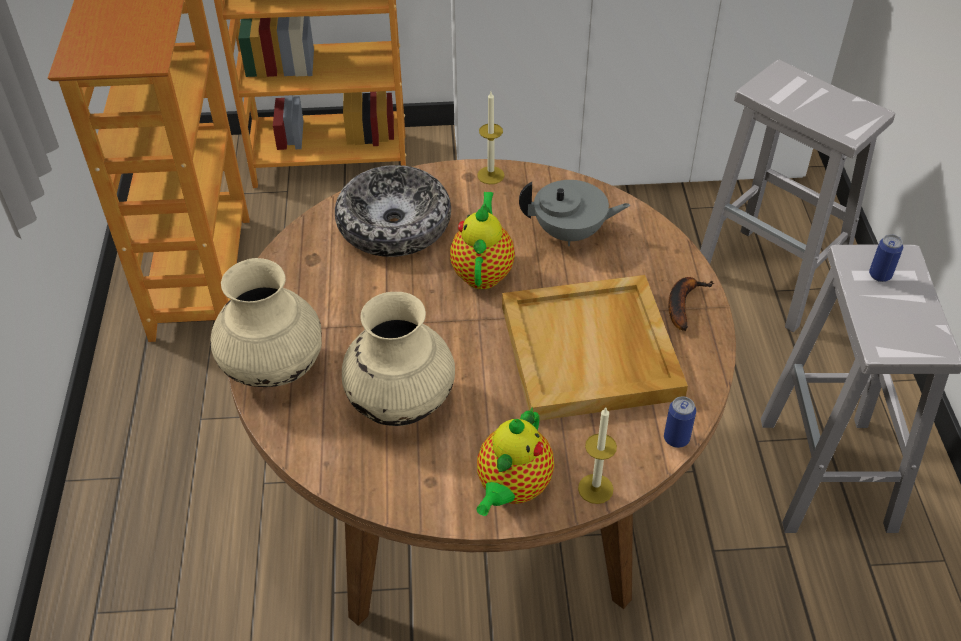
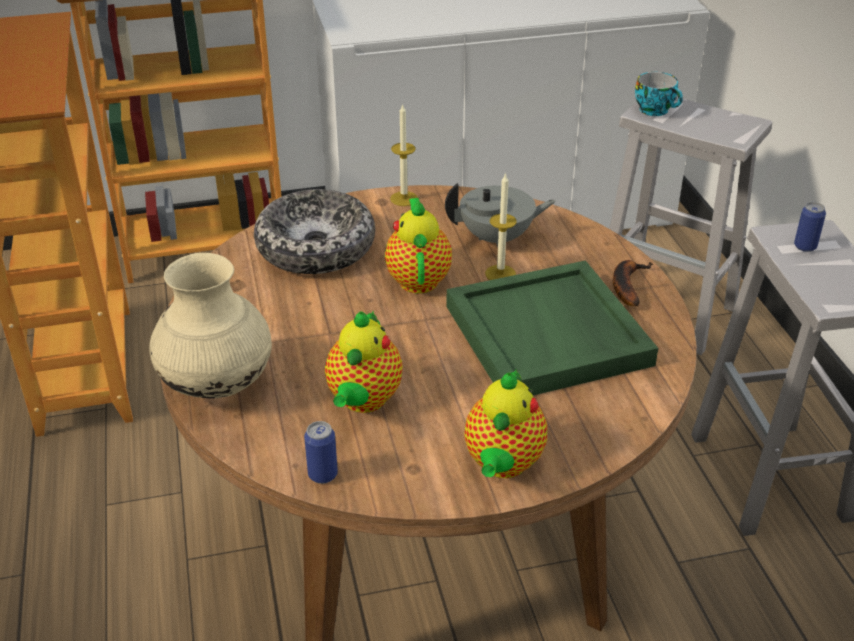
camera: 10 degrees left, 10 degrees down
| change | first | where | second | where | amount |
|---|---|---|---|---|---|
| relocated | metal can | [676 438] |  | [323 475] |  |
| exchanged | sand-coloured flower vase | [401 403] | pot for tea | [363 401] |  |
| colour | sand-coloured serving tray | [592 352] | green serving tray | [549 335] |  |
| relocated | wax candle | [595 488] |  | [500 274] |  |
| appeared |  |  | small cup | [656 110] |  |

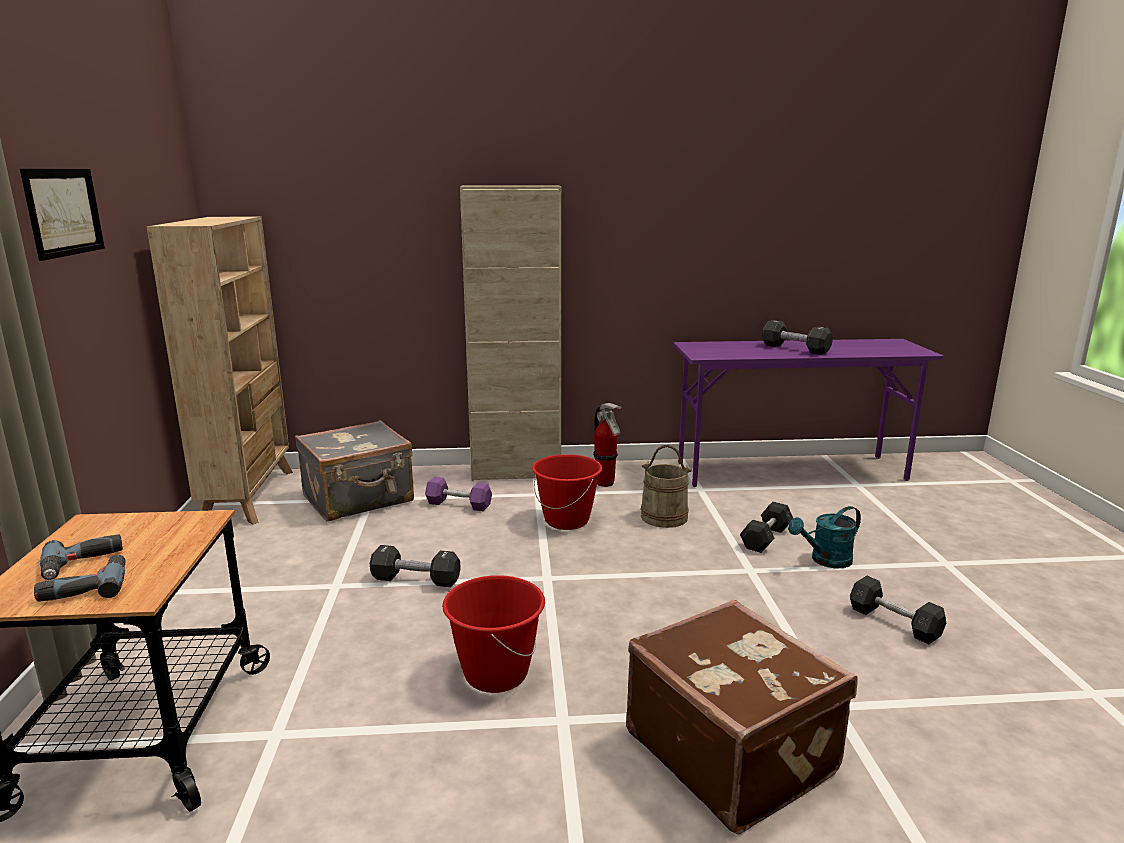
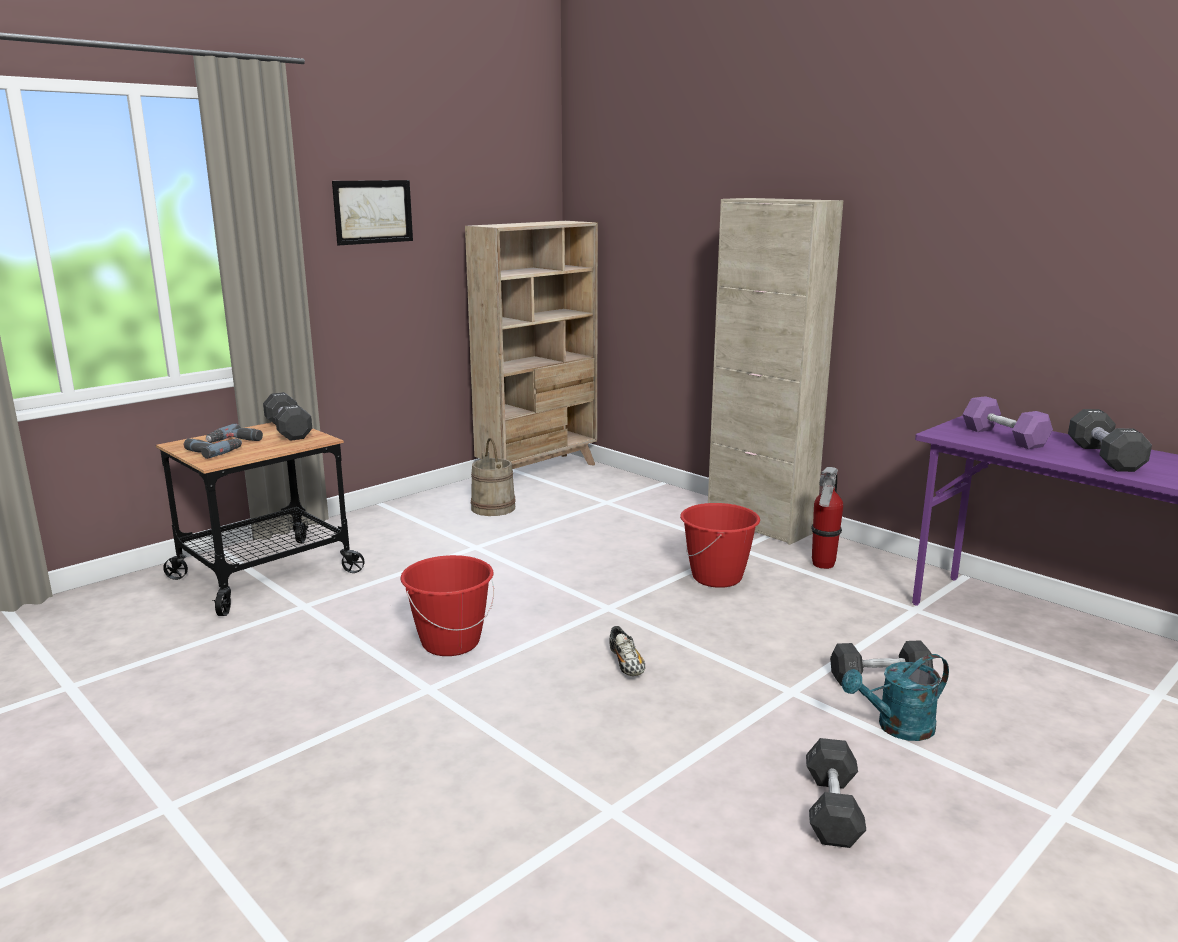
camera: 50 degrees right, 0 degrees up
| change | first | where | second | where | amount |
|---|---|---|---|---|---|
| relocated | black-coloured dumbbell | [416 580] |  | [288 430] |  |
| relocated | sand-coloured pail | [664 517] |  | [493 508] |  |
| appeared |  |  | shoe | [626 664] |  |
| spun | turquoise sprinkling can | [825 561] |  | [897 728] | 45 degrees counterclockwise |
| relocated | purple-coloured dumbbell | [459 504] |  | [1004 437] |  |
| missing | gray piece of luggage | [359 499] |  |  |  |
| missing | brown piece of luggage | [732 751] |  |  |  |

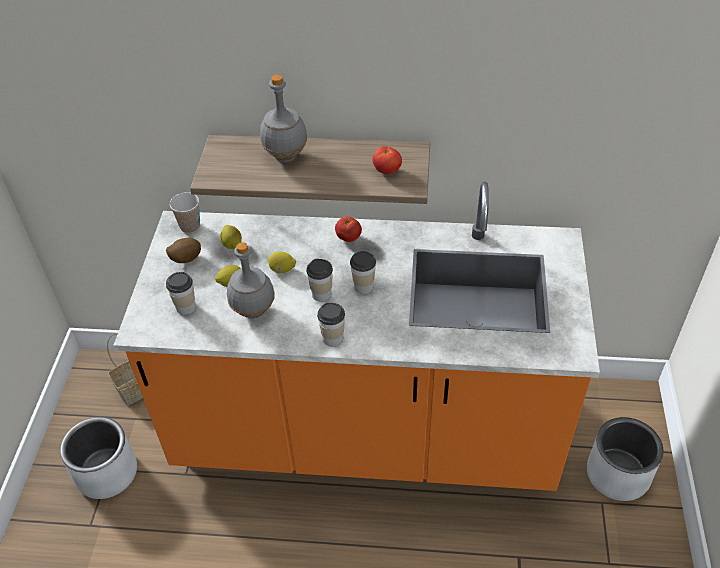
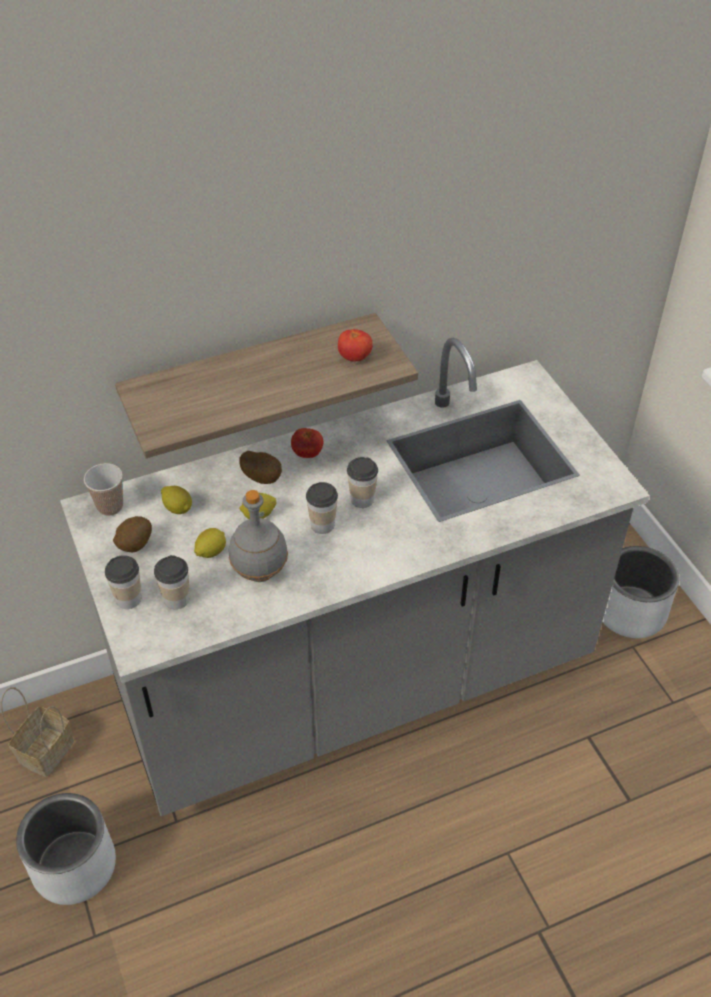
camera: 30 degrees left, 0 degrees up
| change | first | where | second | where | amount |
|---|---|---|---|---|---|
| colour | orange kitchen counter | [365 432] | gray kitchen counter | [355 681] |  |
| relocated | small cup | [333 338] |  | [128 599] |  |
| appeared |  |  | potato | [262 477] |  |
| missing | gray bottle | [286 156] |  |  |  |

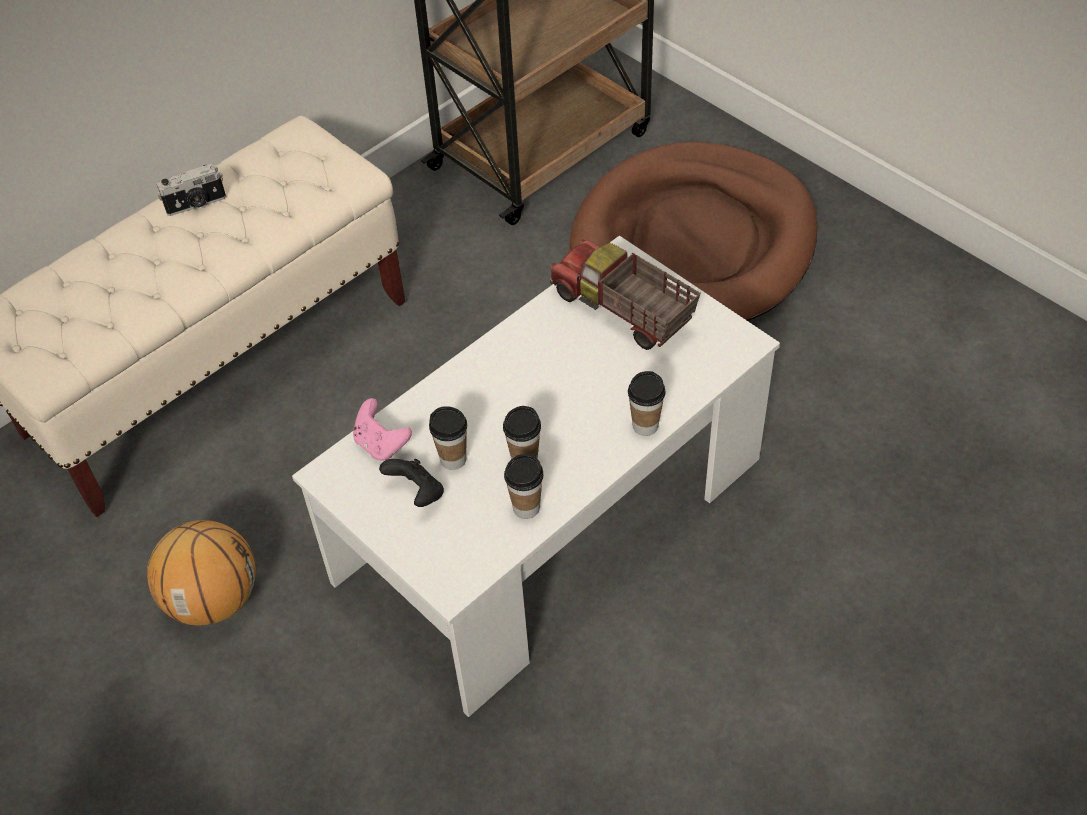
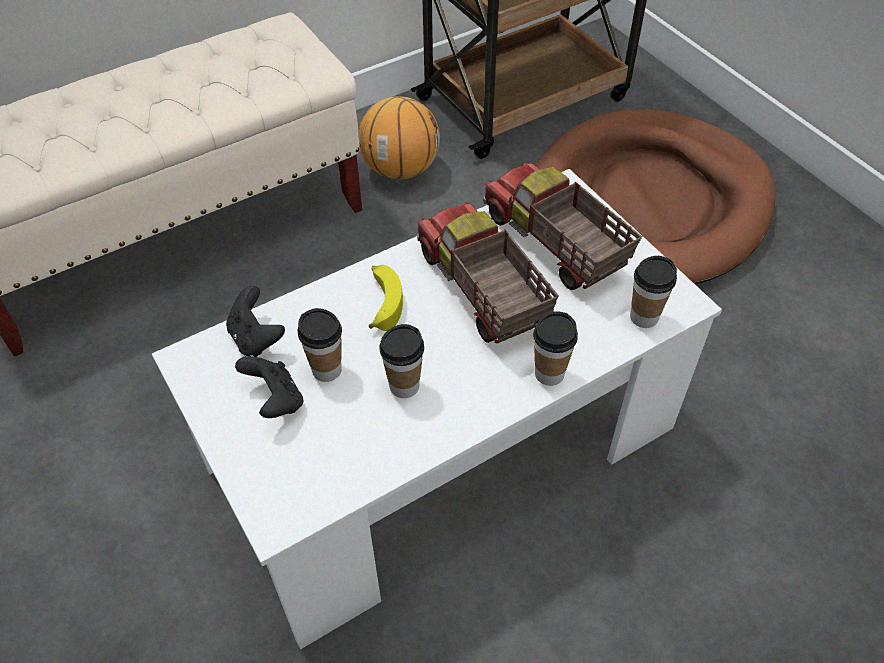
camera: 10 degrees right, 0 degrees up
| change | first | where | second | where | amount |
|---|---|---|---|---|---|
| colour | pink game controller | [381 444] | black-coloured game controller | [256 338] |  |
| relocated | basketball ball | [213 599] |  | [401 169] |  |
| appeared |  |  | banana fruit | [382 302] |  |
| appeared |  |  | toy truck | [481 292] |  |
| relocated | small cup | [526 508] |  | [644 317] |  |
| missing | still camera | [196 204] |  |  |  |

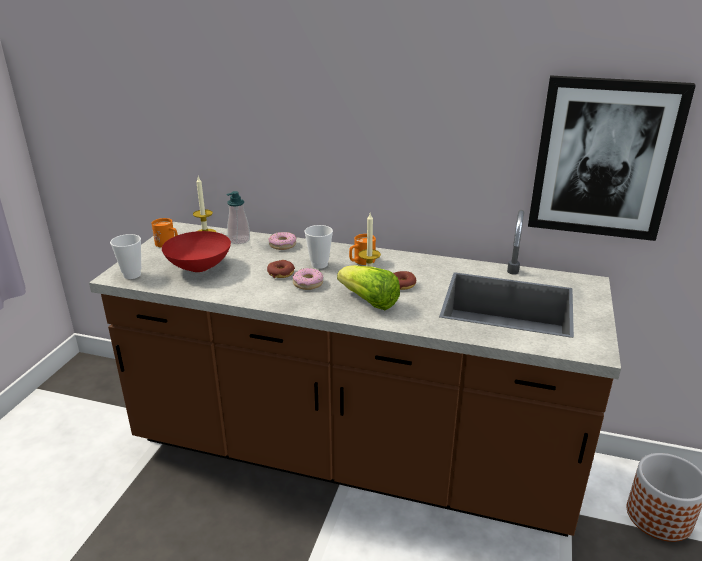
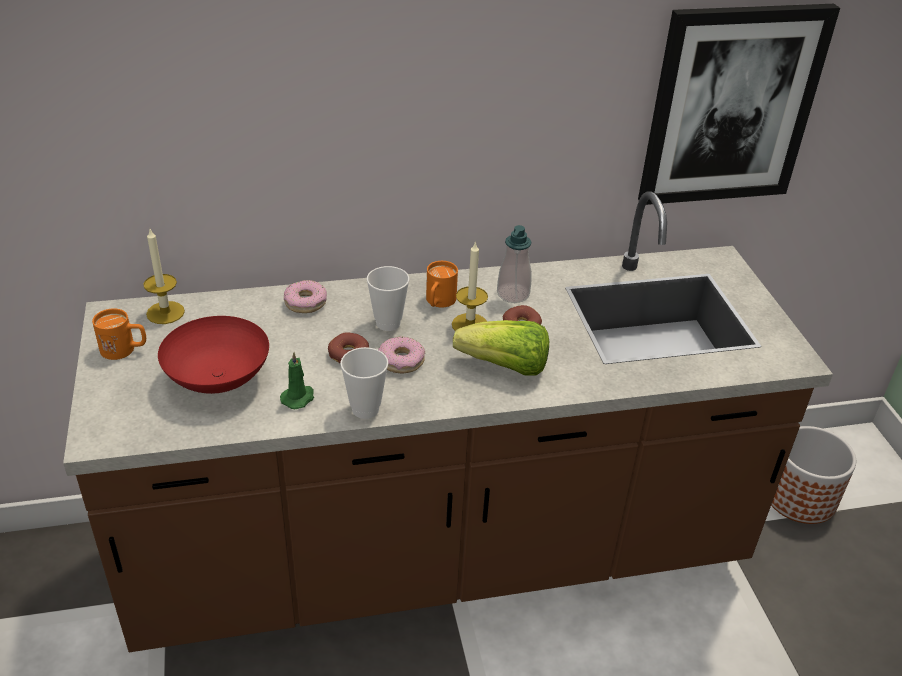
camera: 30 degrees left, 10 degrees up
| change | first | where | second | where | amount |
|---|---|---|---|---|---|
| appeared |  |  | green wax candle | [298 398] |  |
| relocated | small cup | [132 275] |  | [365 409] |  |
| relocated | liquid soap bottle | [239 240] |  | [513 294] |  |

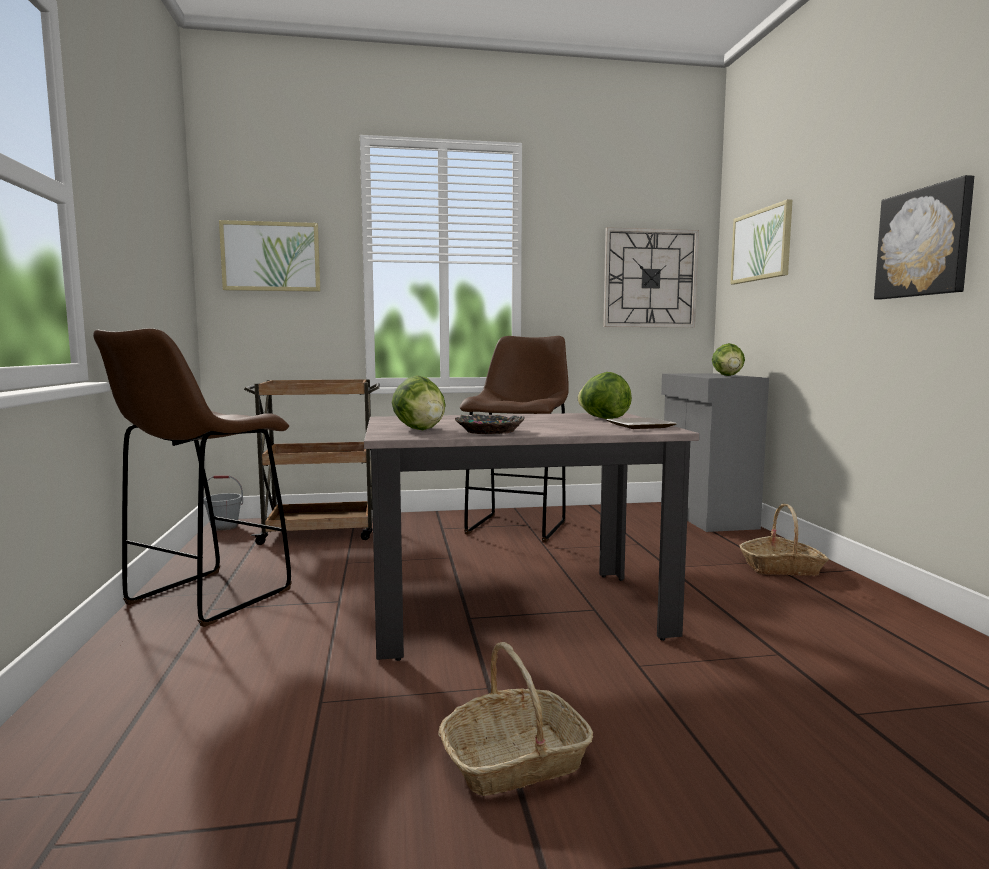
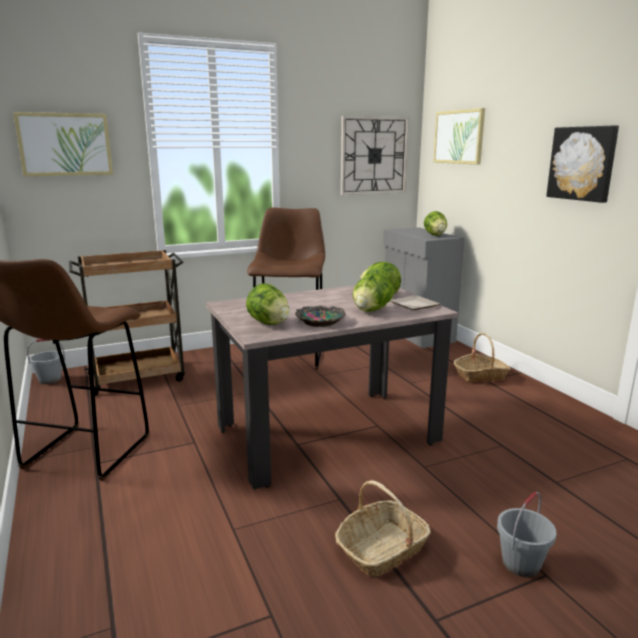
camera: 15 degrees left, 10 degrees up
| change | first | where | second | where | amount |
|---|---|---|---|---|---|
| appeared |  |  | lettuce head | [371 310] |  |
| appeared |  |  | gray pail | [521 564] |  |

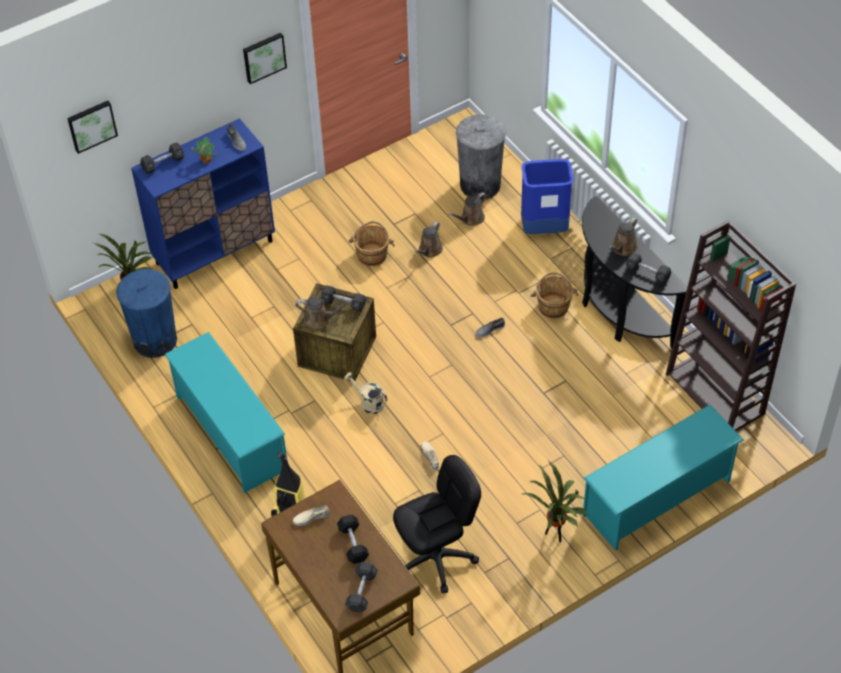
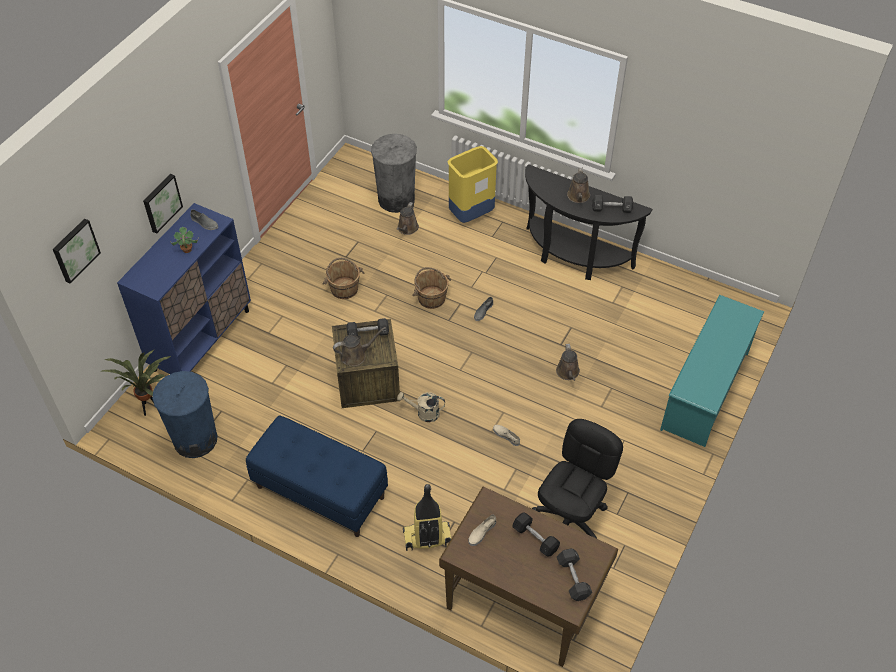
camera: 30 degrees left, 0 degrees up
| change | first | where | second | where | amount |
|---|---|---|---|---|---|
| relocated | wall picture | [263 57] |  | [161 202] |  |
| exchanged | turquoise shoe rack | [231 433] | blue-coloured long seat | [319 492] |  |
| relocated | brown pail | [553 306] |  | [431 298] |  |
| colour | blue-coloured rubbish bin | [544 228] | yellow rubbish bin | [471 214] |  |
| relocated | brown sprinkling can | [429 250] |  | [568 373] |  |
| missing | black-coloured dumbbell | [163 163] |  |  |  |
| missing | plant in a pot | [555 535] |  |  |  |
| missing | brown bookcase | [716 394] |  |  |  |

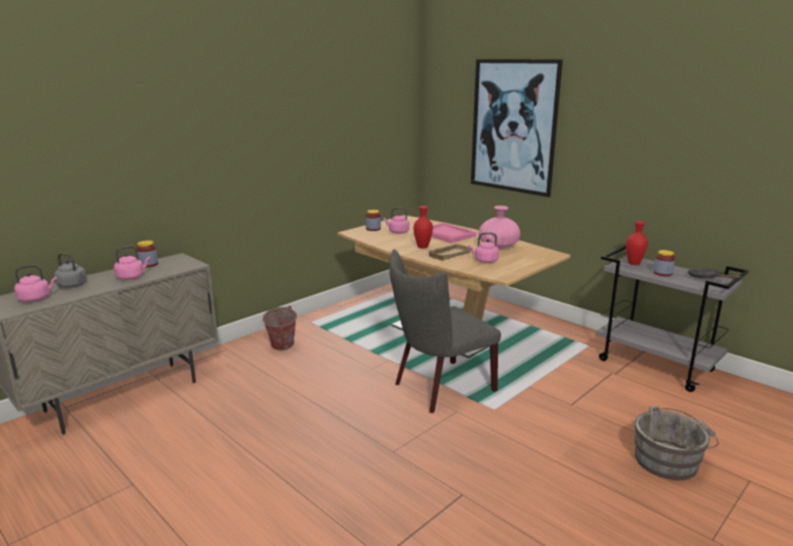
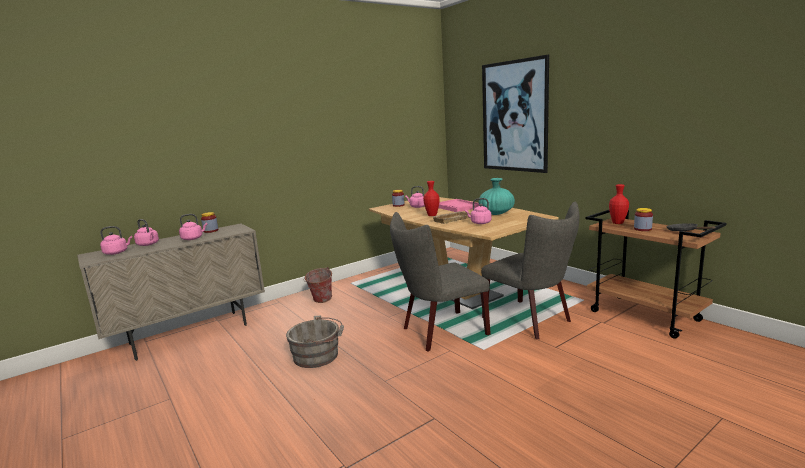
camera: 10 degrees right, 5 degrees down
| change | first | where | second | where | amount |
|---|---|---|---|---|---|
| colour | gray water kettle | [73 285] | pink water kettle | [148 244] |  |
| relocated | gray pail | [669 460] |  | [318 356] |  |
| colour | pink flower vase | [498 247] | turquoise flower vase | [496 213] |  |
| appeared |  |  | gray plain chair | [531 321] |  |
| colour | gray wheeled cart | [656 365] | brown wheeled cart | [645 316] |  |

